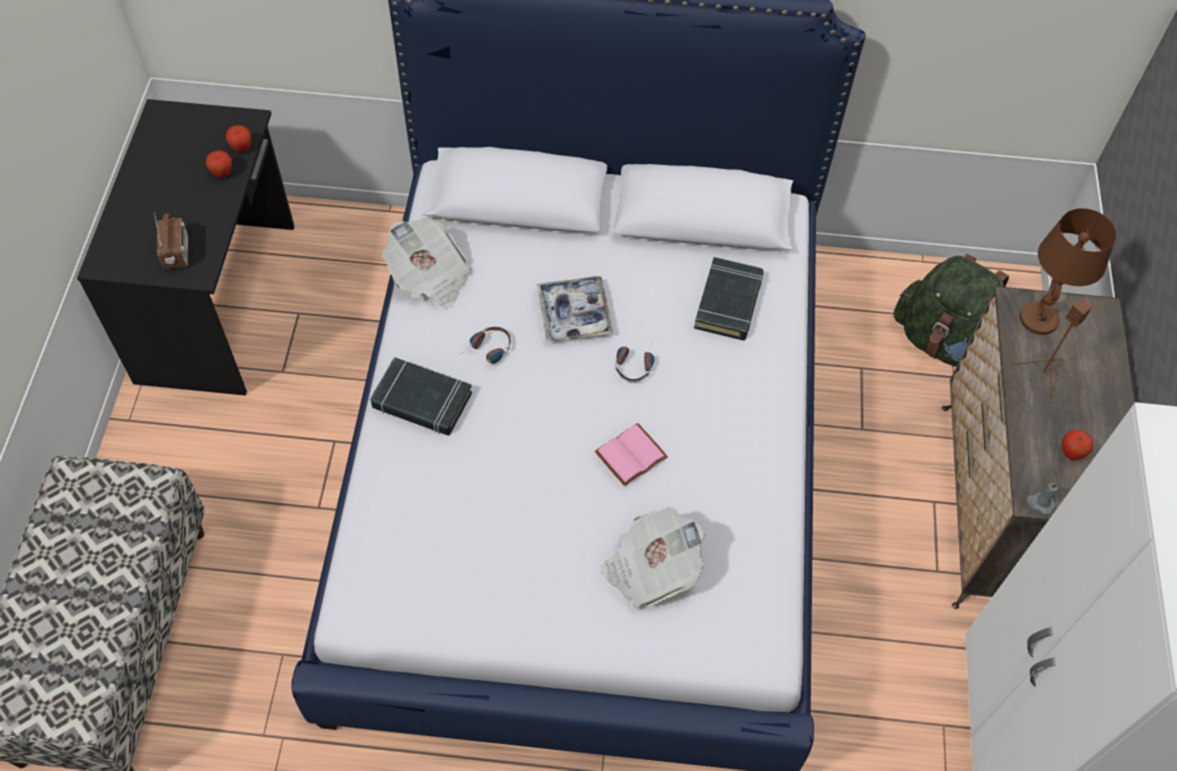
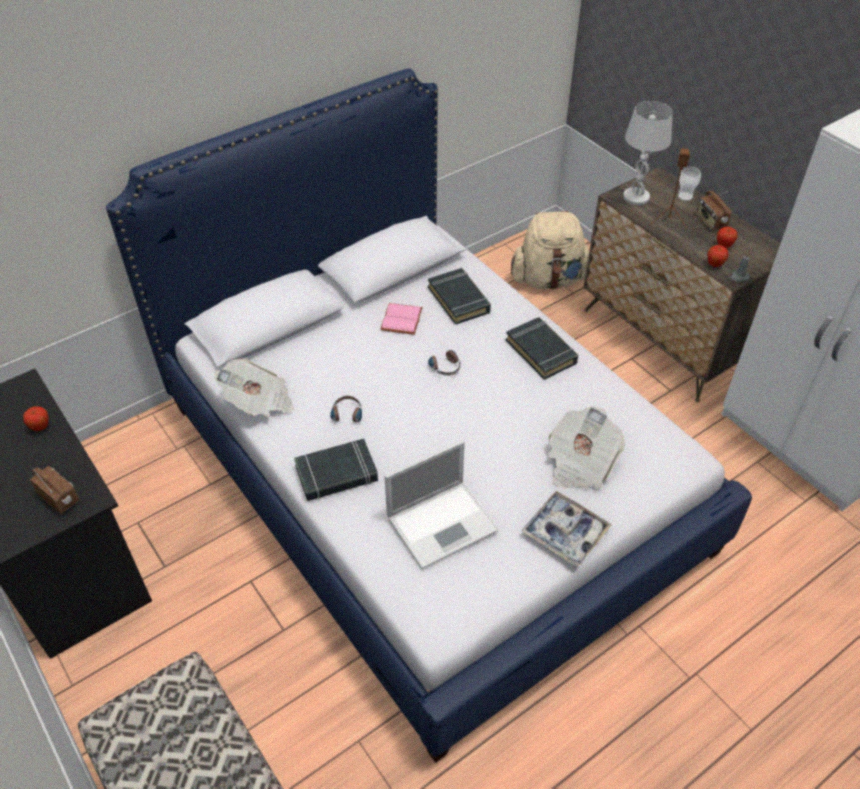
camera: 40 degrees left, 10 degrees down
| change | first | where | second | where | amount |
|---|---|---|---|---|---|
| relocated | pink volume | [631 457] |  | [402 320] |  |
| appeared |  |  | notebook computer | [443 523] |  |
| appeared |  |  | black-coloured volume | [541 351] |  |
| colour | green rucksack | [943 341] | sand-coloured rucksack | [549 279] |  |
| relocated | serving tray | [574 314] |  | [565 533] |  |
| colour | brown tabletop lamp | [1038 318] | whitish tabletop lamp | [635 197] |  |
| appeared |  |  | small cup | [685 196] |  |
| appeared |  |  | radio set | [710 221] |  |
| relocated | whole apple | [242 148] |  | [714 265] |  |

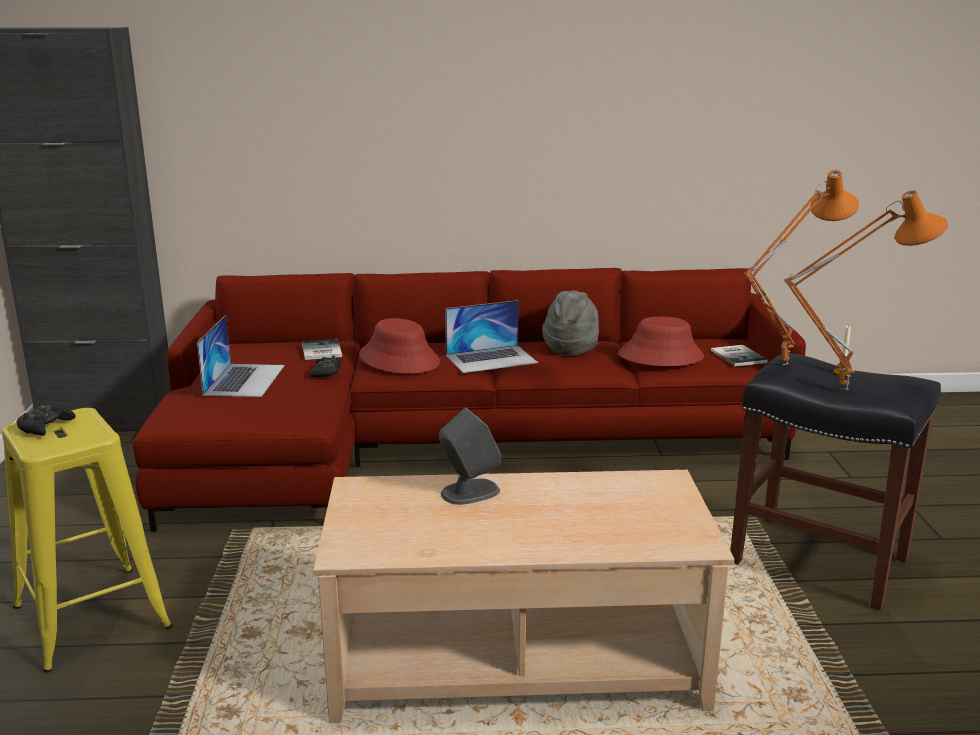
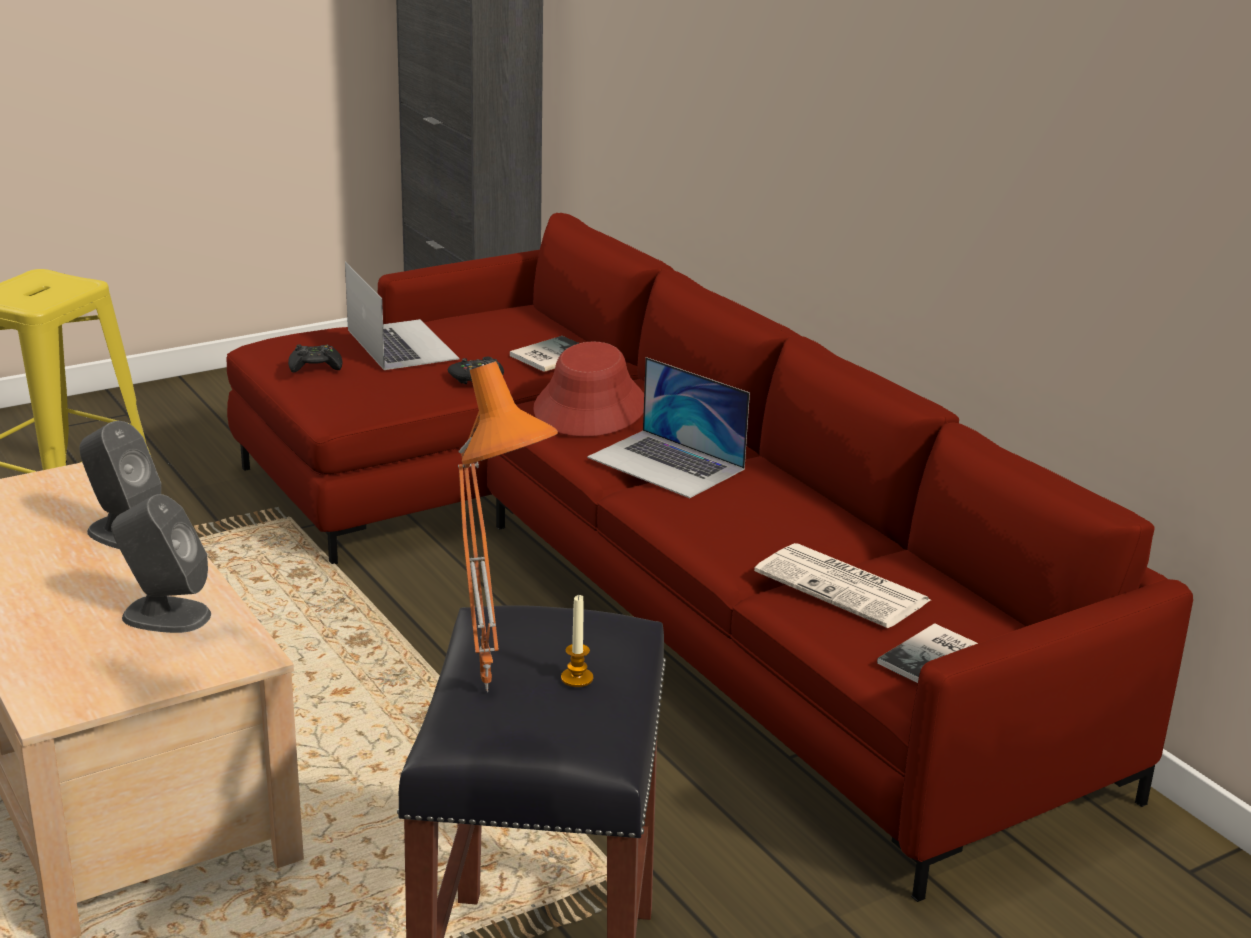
camera: 60 degrees right, 5 degrees up
| change | first | where | second | where | amount |
|---|---|---|---|---|---|
| appeared |  |  | gray speaker | [165 615] |  |
| relocated | black-coloured game controller | [45 426] |  | [315 366] |  |
| spun | notebook computer | [244 380] |  | [401 344] | 90 degrees counterclockwise |
| exchanged | red-coloured wearable hat | [660 356] | newspaper | [844 587] |  |
| missing | gray wearable hat | [571 348] |  |  |  |
| missing | orange tabletop lamp | [782 363] |  |  |  |

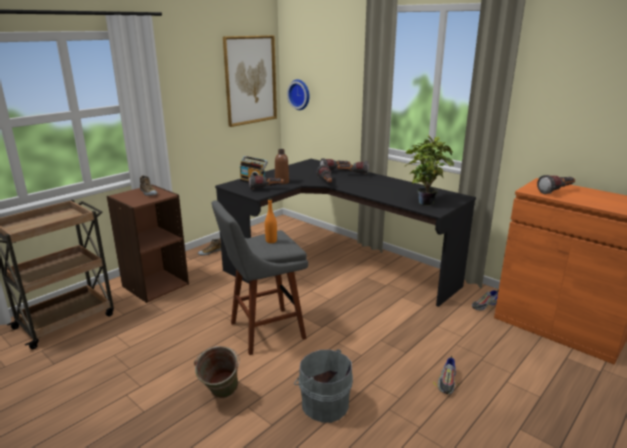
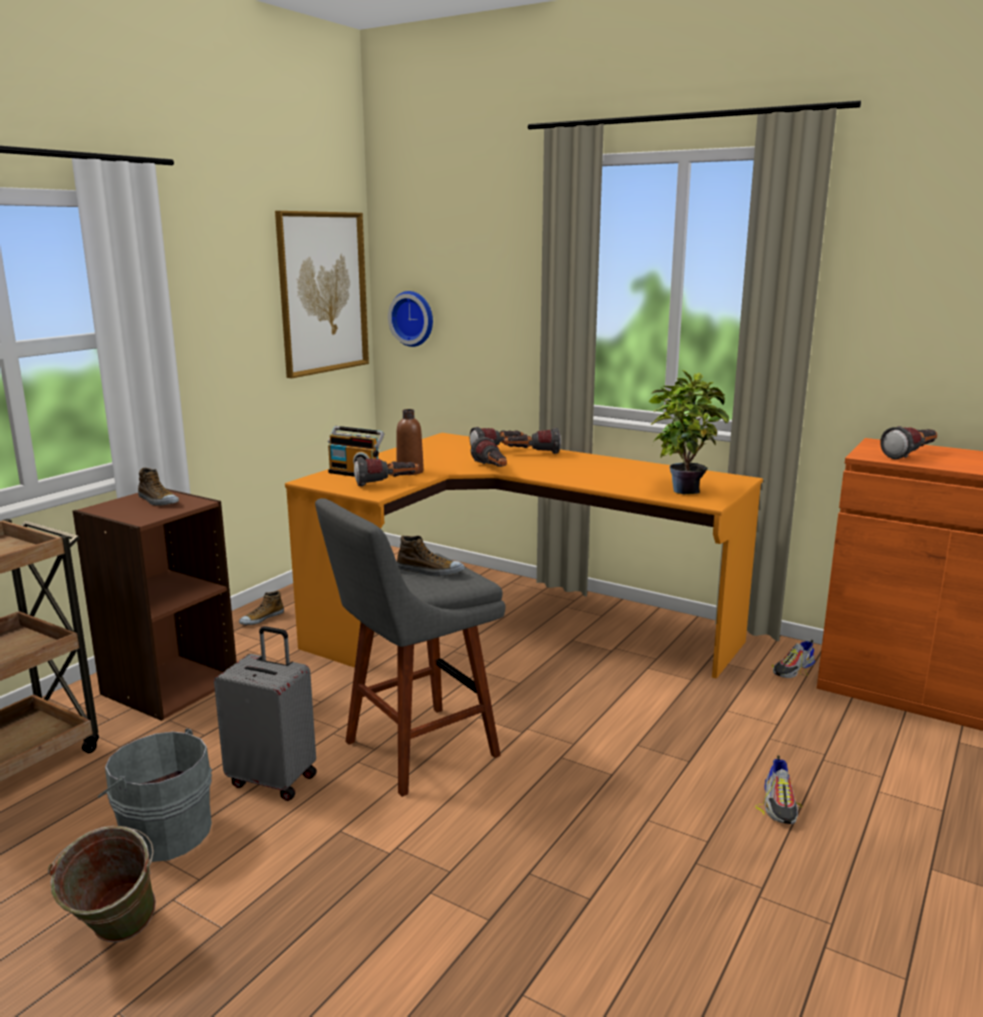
camera: 10 degrees left, 5 degrees down
| change | first | where | second | where | amount |
|---|---|---|---|---|---|
| relocated | green pail | [220 396] |  | [115 939] |  |
| relocated | gray pail | [323 404] |  | [164 832] |  |
| appeared |  |  | gray piece of luggage | [274 779] |  |
| colour | black-coloured desk unit | [338 267] | orange desk unit | [515 626] |  |
| exchanged | orange bottle | [271 241] | shoe | [429 571] |  |

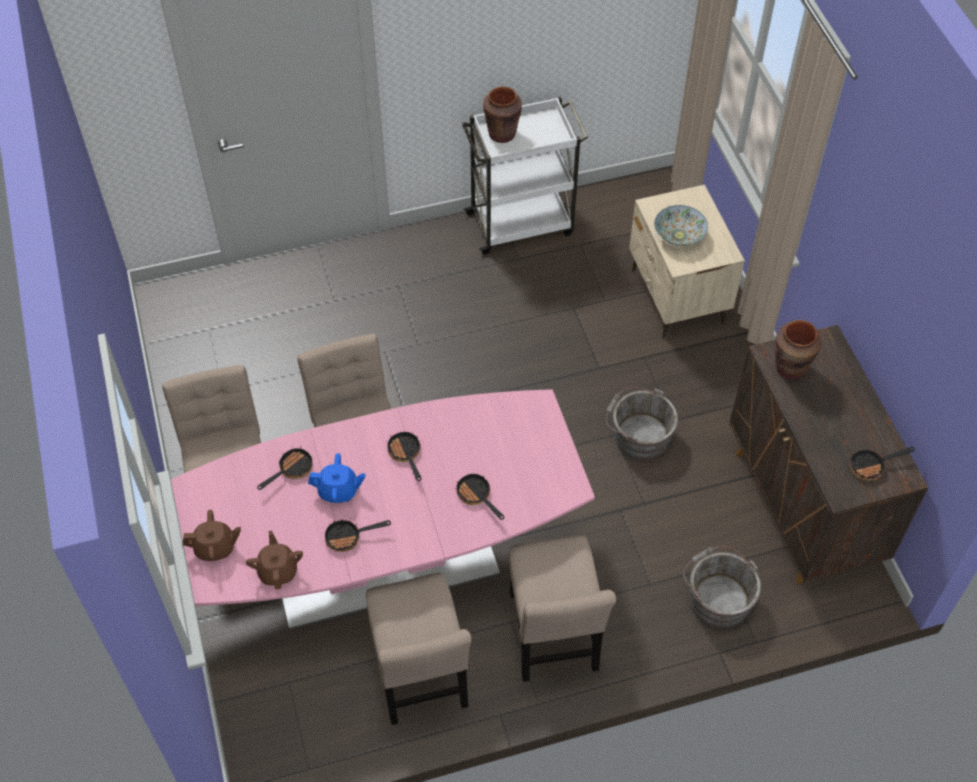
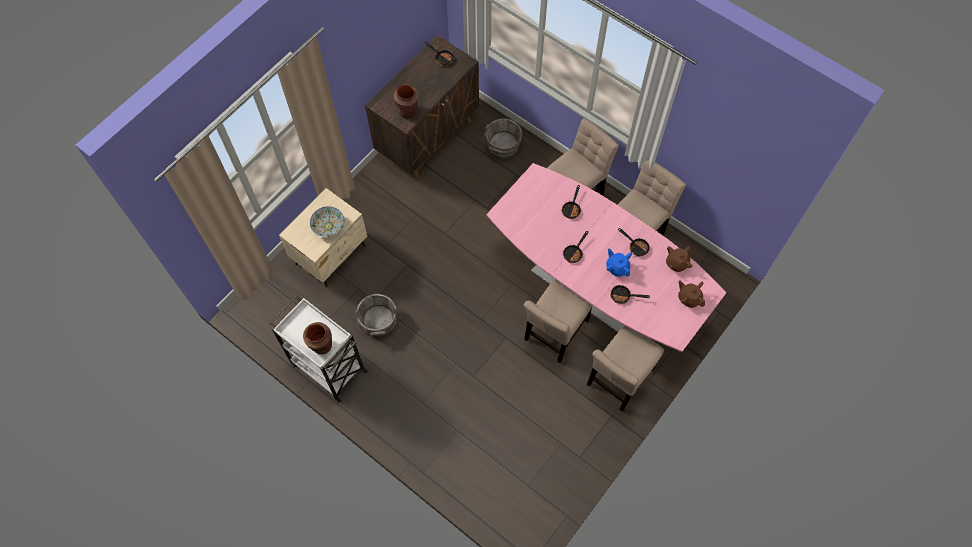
camera: 125 degrees left, 10 degrees up
| change | first | where | second | where | amount |
|---|---|---|---|---|---|
| relocated | gray pail | [638 435] |  | [378 322] |  |

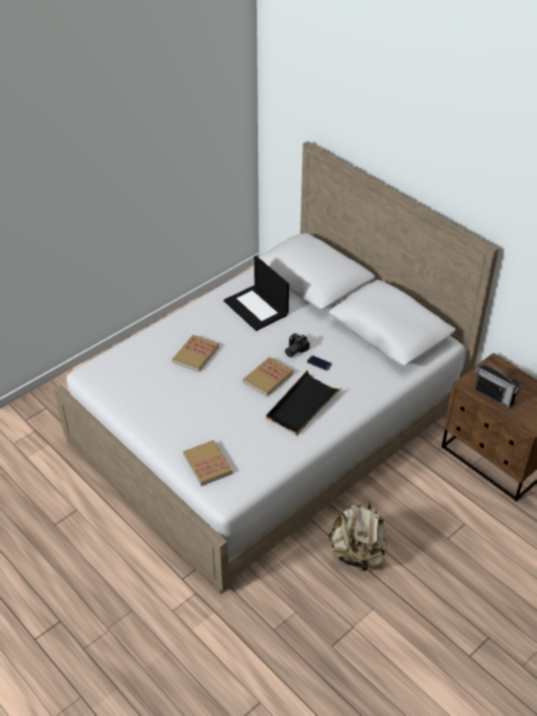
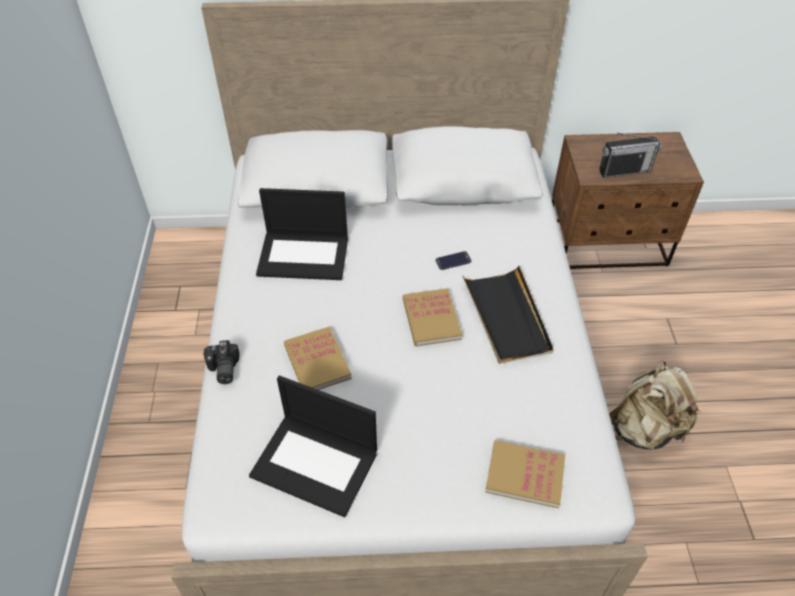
camera: 50 degrees left, 5 degrees up
| change | first | where | second | where | amount |
|---|---|---|---|---|---|
| relocated | still camera | [294 350] |  | [222 369] |  |
| appeared |  |  | notebook computer | [316 463] |  |

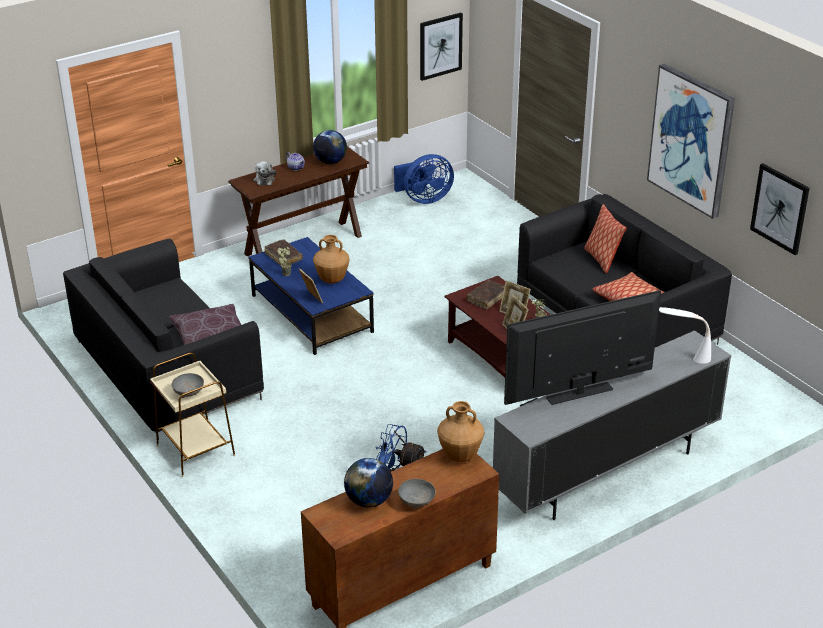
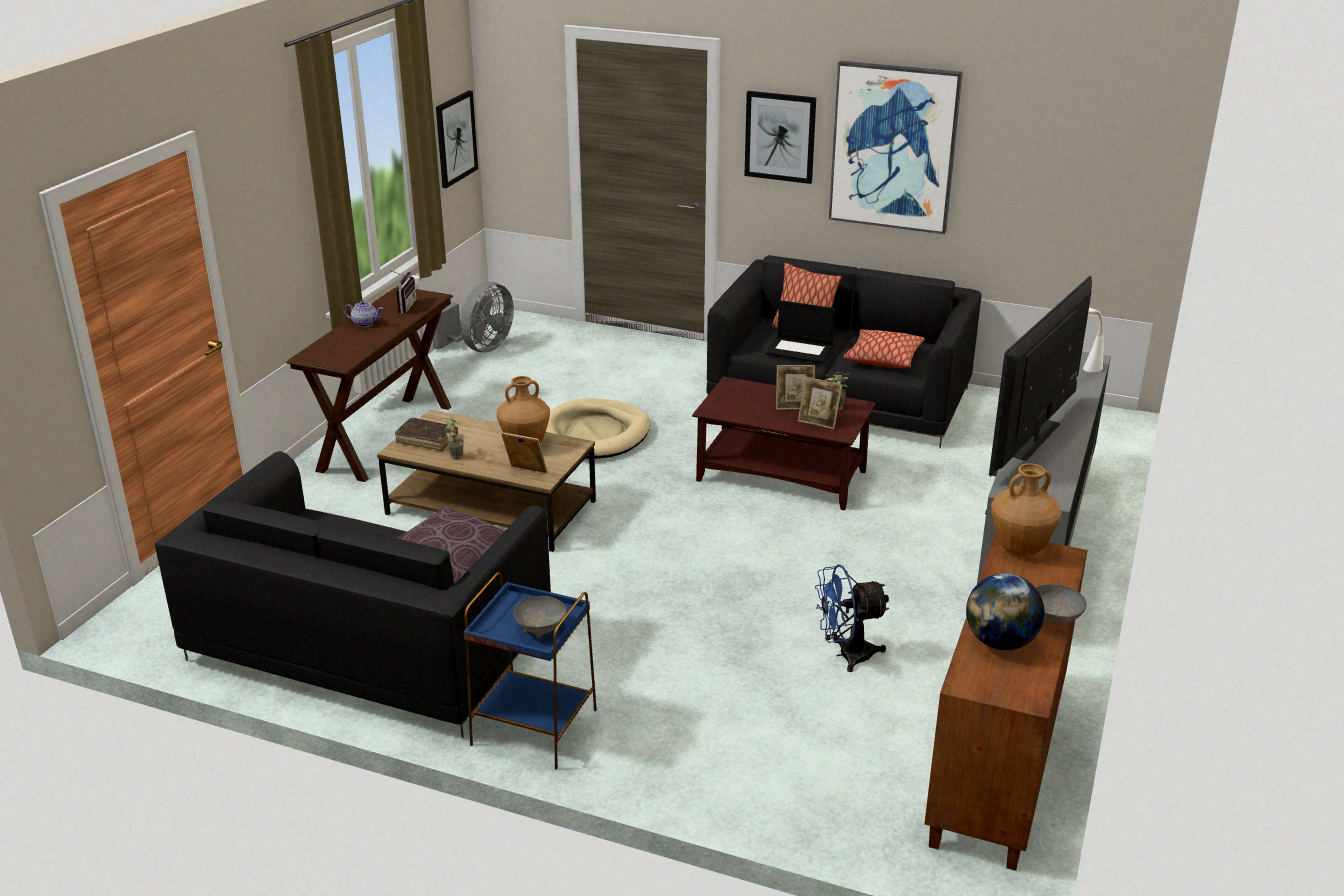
camera: 35 degrees left, 5 degrees down
| change | first | where | second | where | amount |
|---|---|---|---|---|---|
| colour | blue-coloured low table | [311 313] | brown low table | [489 507] |  |
| exchanged | desk globe | [330 162] | radio set | [403 306] |  |
| colour | blue-coloured electric fan | [424 199] | gray electric fan | [480 348] |  |
| colour | sand-coloured side table | [196 450] | blue-coloured side table | [533 726] |  |
| appeared |  |  | sand-coloured pet bed | [594 434] |  |
| relocated | wall picture | [780 208] |  | [780 136] |  |
| appeared |  |  | notebook computer | [800 350] |  |
| missing | soft toy | [264 179] |  |  |  |
| missing | brown volume | [487 298] |  |  |  |

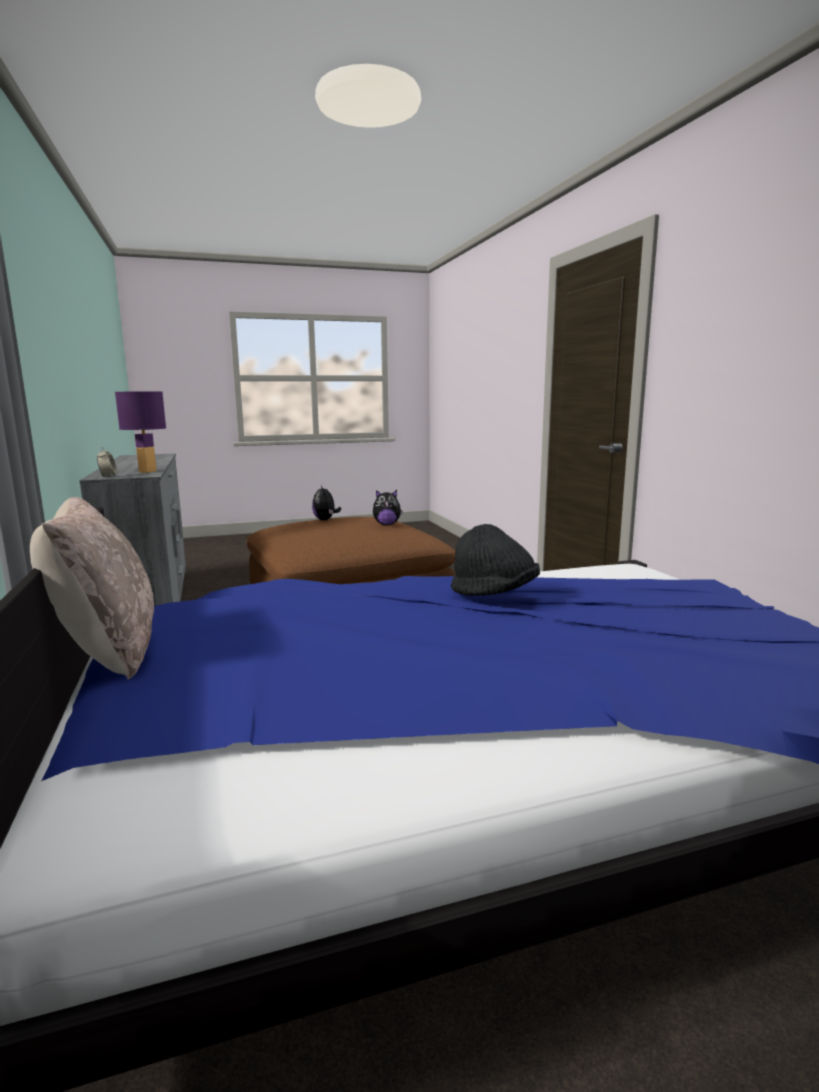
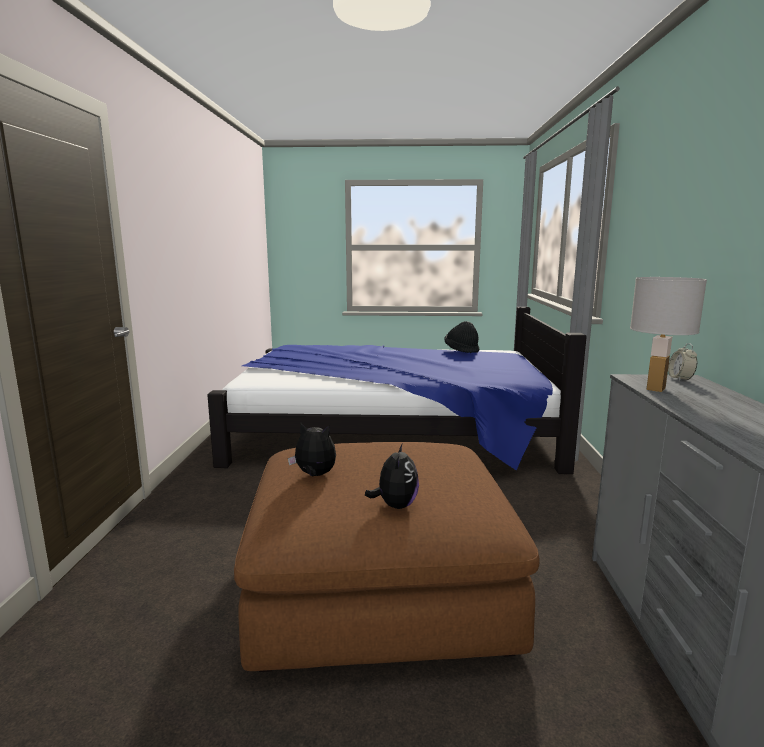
camera: 160 degrees left, 0 degrees up
| change | first | where | second | where | amount |
|---|---|---|---|---|---|
| relocated | black-coloured wearable hat | [494 594] |  | [461 350] |  |
| colour | purple-coloured tabletop lamp | [147 471] | whitish tabletop lamp | [655 388] |  |
| missing | sand-coloured pillow | [107 651] |  |  |  |

